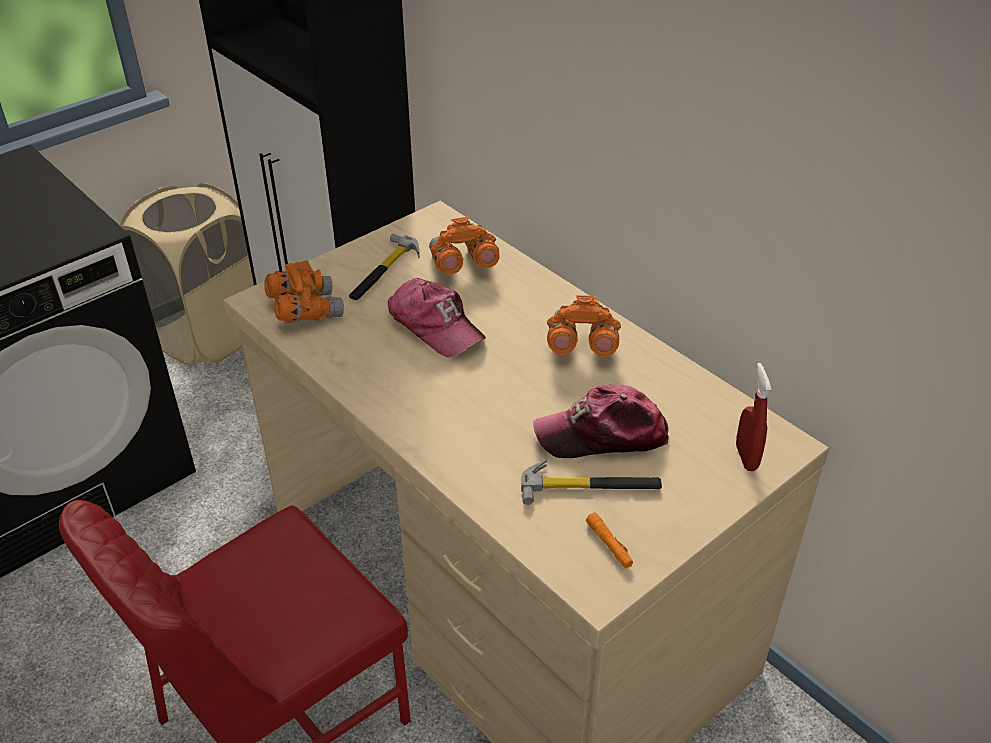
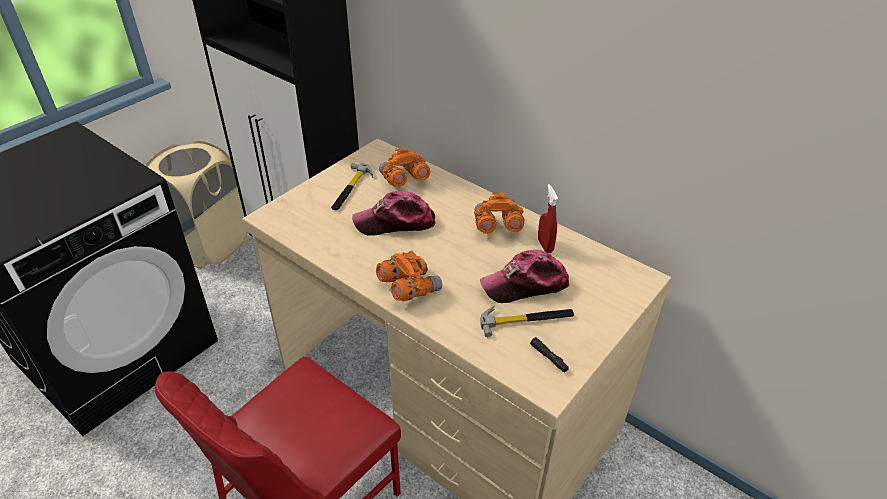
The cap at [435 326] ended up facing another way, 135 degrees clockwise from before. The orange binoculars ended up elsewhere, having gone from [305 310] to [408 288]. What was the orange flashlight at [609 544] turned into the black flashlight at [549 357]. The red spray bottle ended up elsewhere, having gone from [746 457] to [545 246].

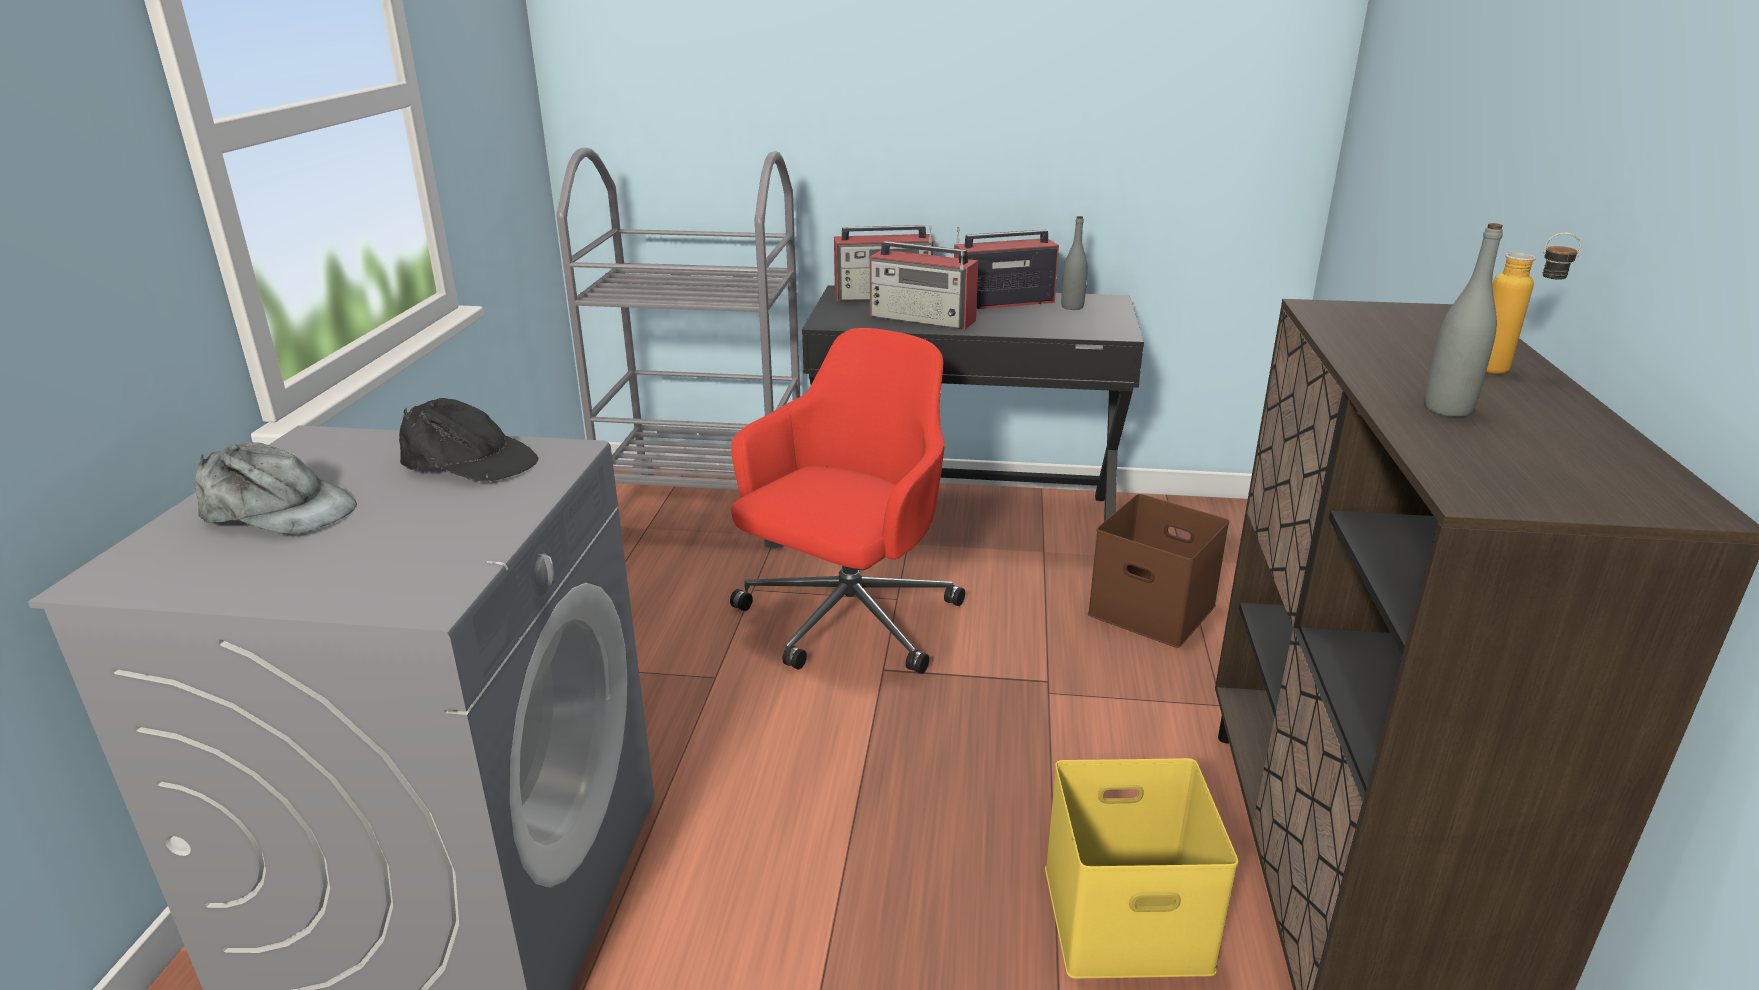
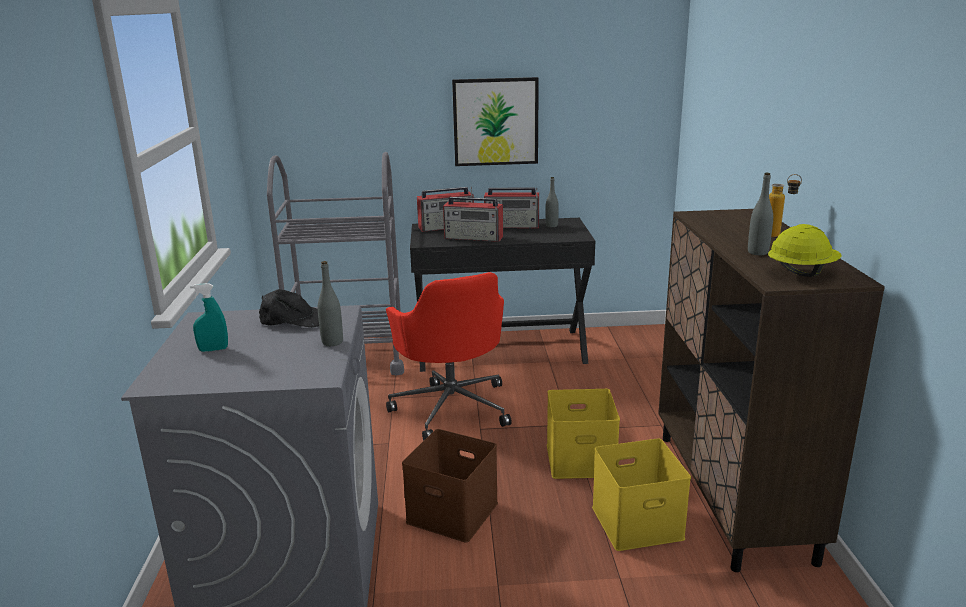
Where the grey cap stood at [277 510], the turquoise spray bottle came to stand at [213 349]. The second view gained the grey bottle at [332 342]. The red office chair at [847 620] ended up facing another way, 135 degrees clockwise from before. The brown storage box ended up elsewhere, having gone from [1149 610] to [450 513]. The second view gained the picture at [495 121]. The radio at [1001 302] ended up facing another way, 150 degrees counterclockwise from before. The second view gained the yellow storage box at [579 460]. The second view gained the yellow hard hat at [801 273].

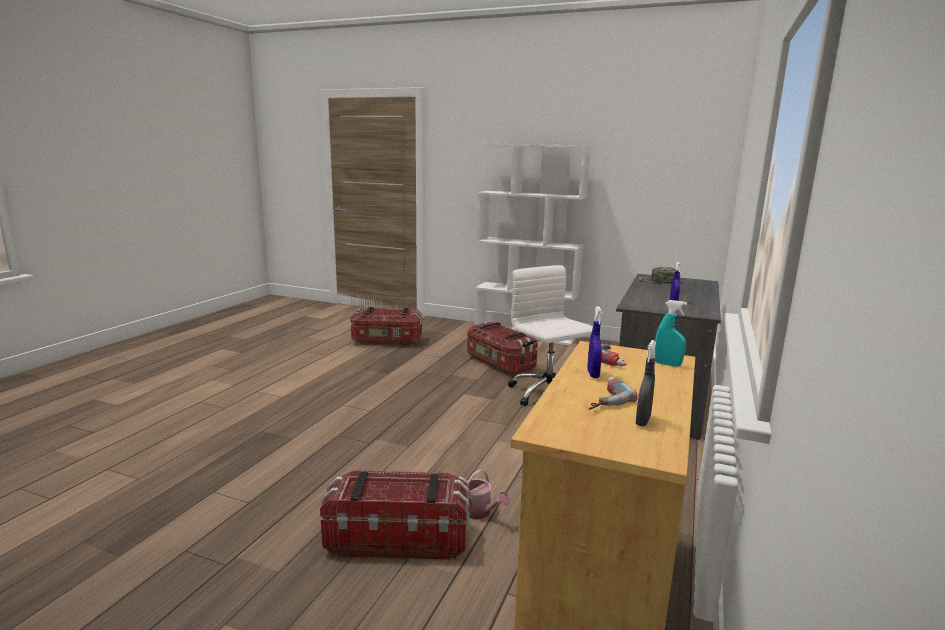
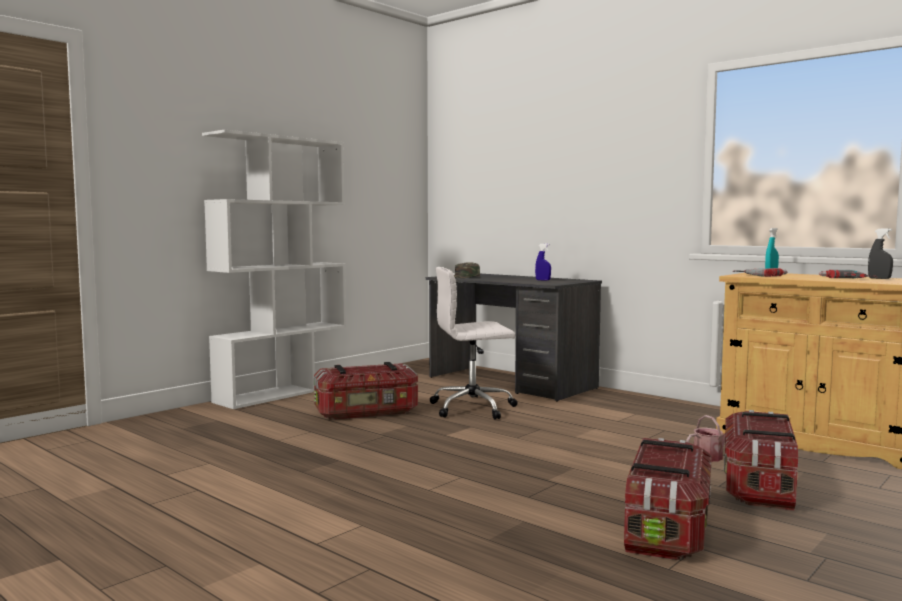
The storage box ended up elsewhere, having gone from [387 341] to [667 528]. The second view lost the blue spray bottle at [593 374].

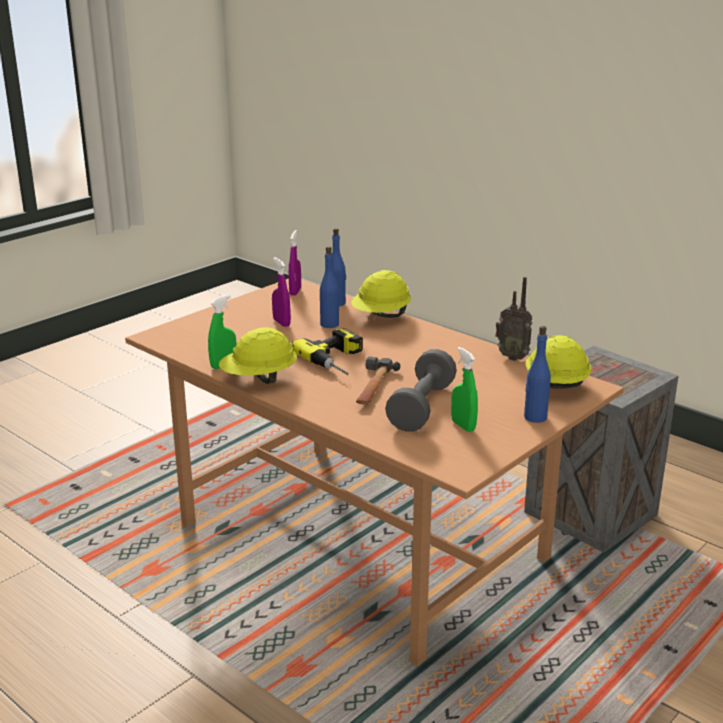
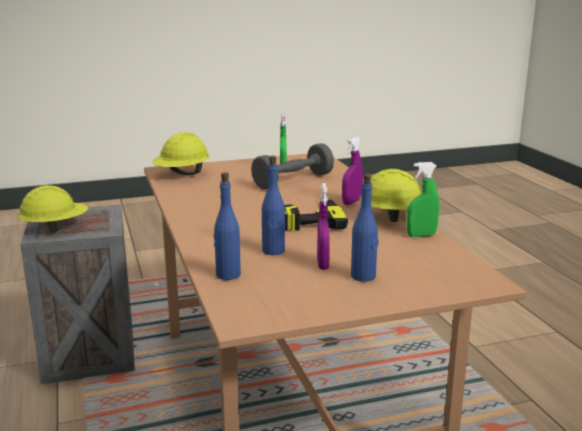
The yellow hard hat ended up elsewhere, having gone from [381 317] to [55 228]. The purple spray bottle ended up elsewhere, having gone from [295 292] to [352 202]. The blue bottle ended up elsewhere, having gone from [535 417] to [363 276]. The second view lost the hammer at [373 387]. The second view lost the radio at [513 357].

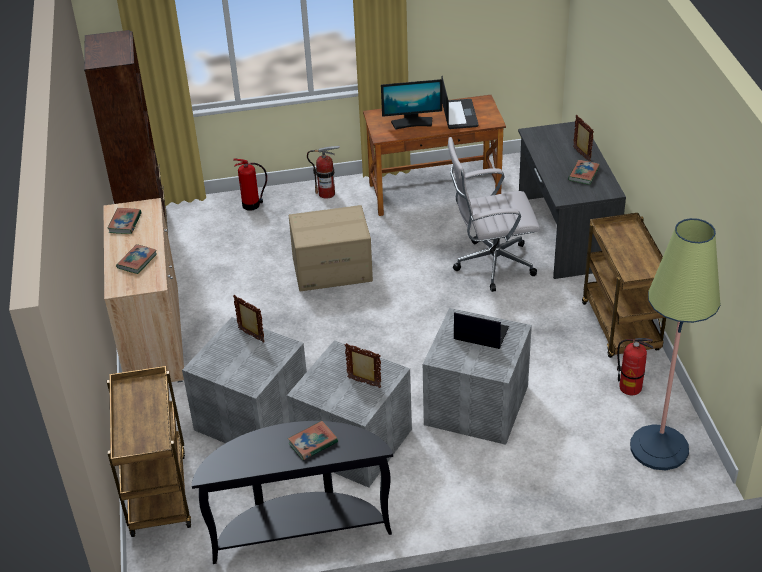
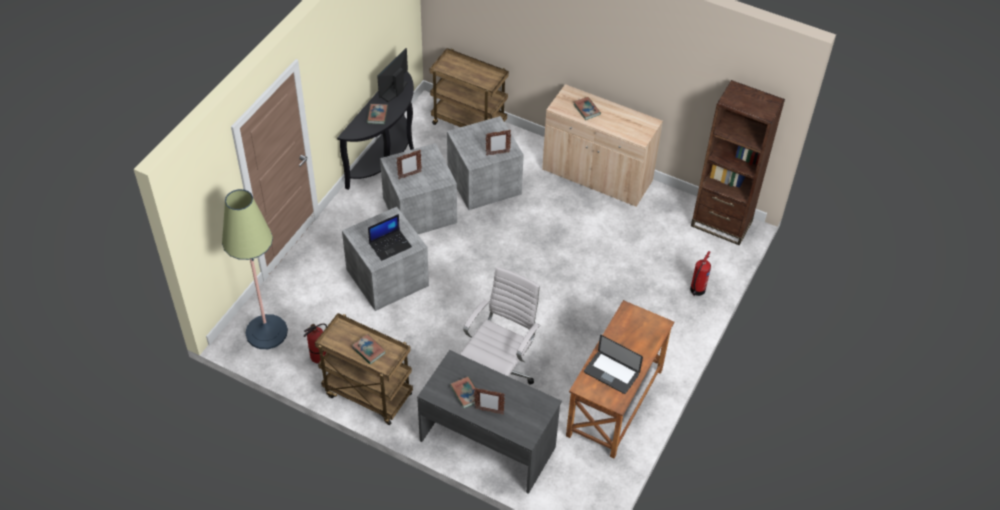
The book ended up elsewhere, having gone from [125 223] to [368 350]. The monitor ended up elsewhere, having gone from [412 122] to [394 91]. The second view lost the cardboard box at [332 269]. The second view lost the fire extinguisher at [326 193].

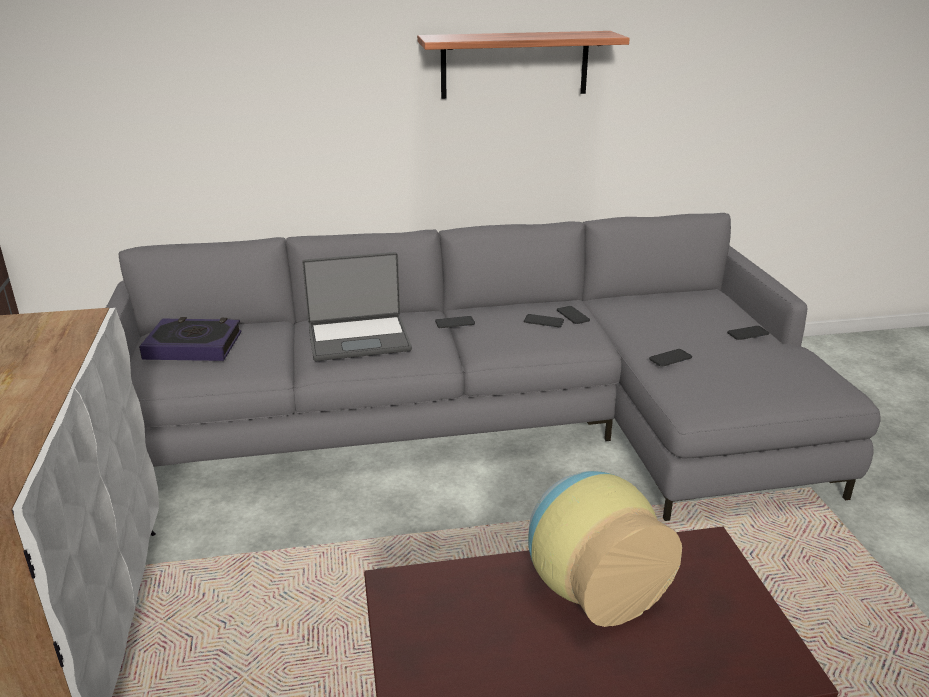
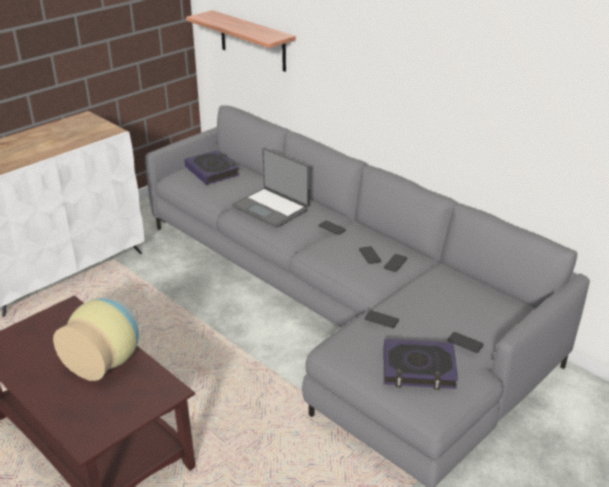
The shelf ended up elsewhere, having gone from [514 64] to [252 41]. The second view gained the book at [418 369].

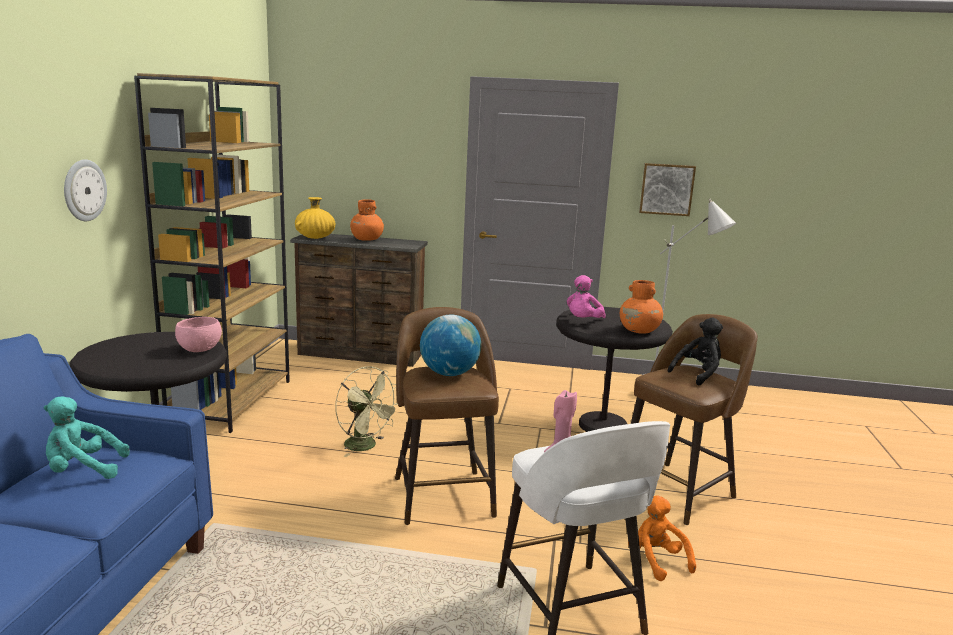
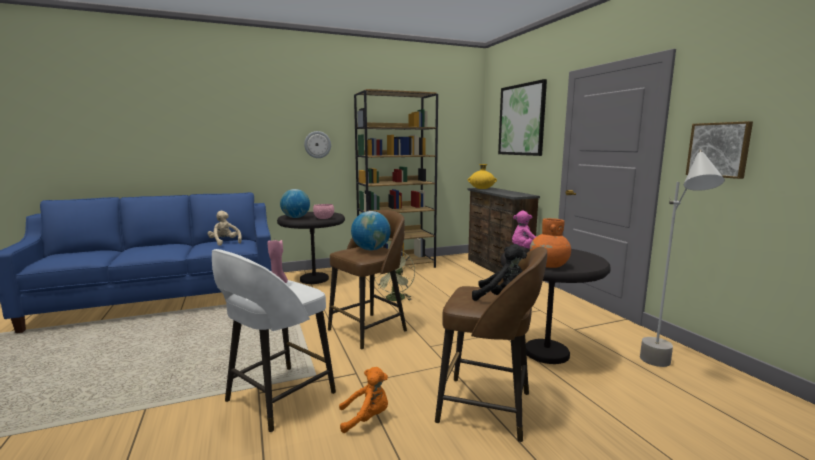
What was the turquoise plush toy at [82 470] turned into the beige plush toy at [225 242]. The second view gained the globe at [295 217]. The orange plush toy at [656 561] ended up facing another way, 45 degrees clockwise from before. The second view gained the picture at [521 120]. The second view lost the orange vase at [367 239].

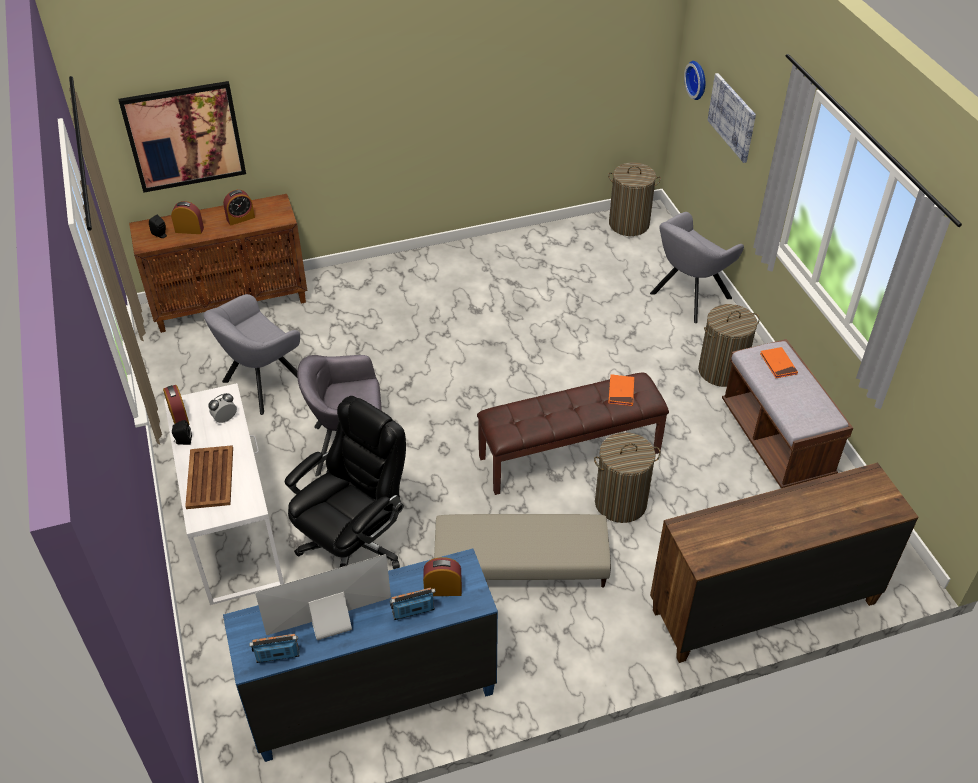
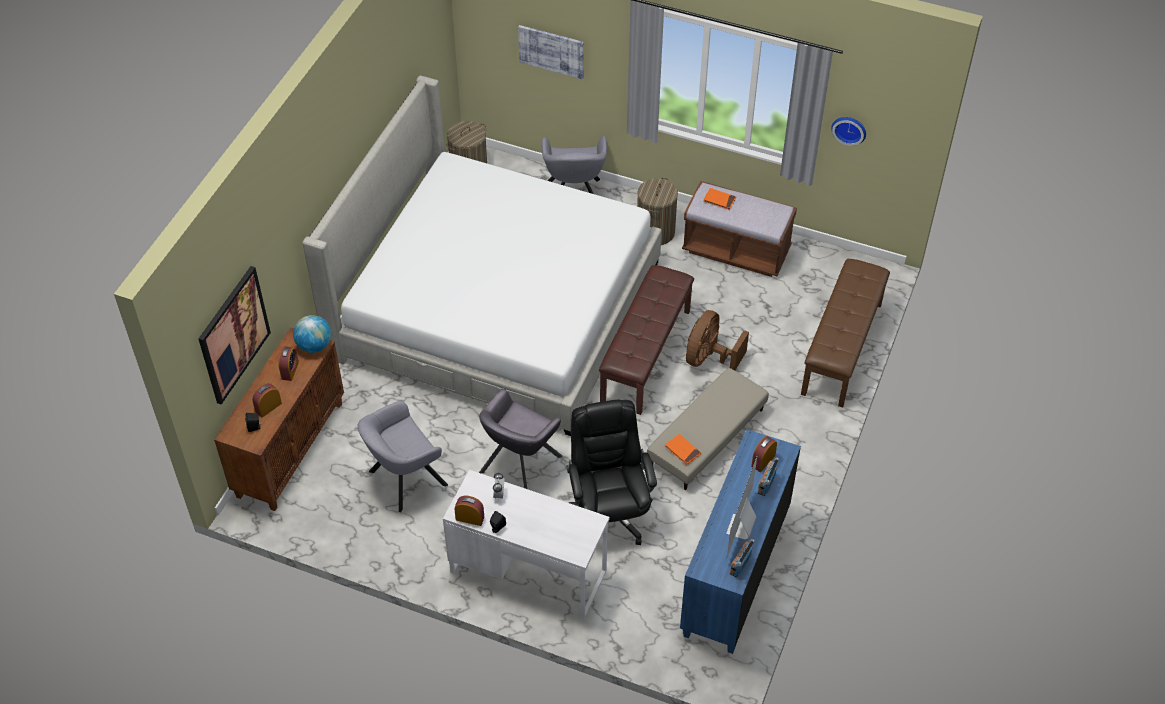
The second view gained the globe at [314 346]. The second view gained the bed at [496 309]. The grey armchair at [261 385] ended up facing another way, 60 degrees clockwise from before. The orange book ended up elsewhere, having gone from [621 391] to [682 450]. Where the laundry basket stood at [620 503], the brown fan came to stand at [709 358]. Where the brown dresser stood at [762 606], the brown bench came to stand at [842 349]. The wall clock ended up elsewhere, having gone from [698 79] to [849 129]. The second view lost the brown tray at [210 478].

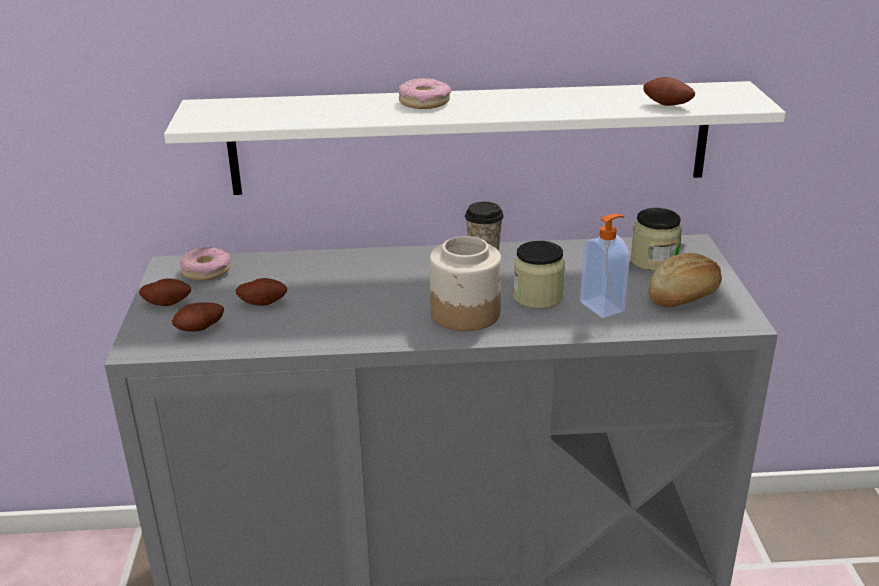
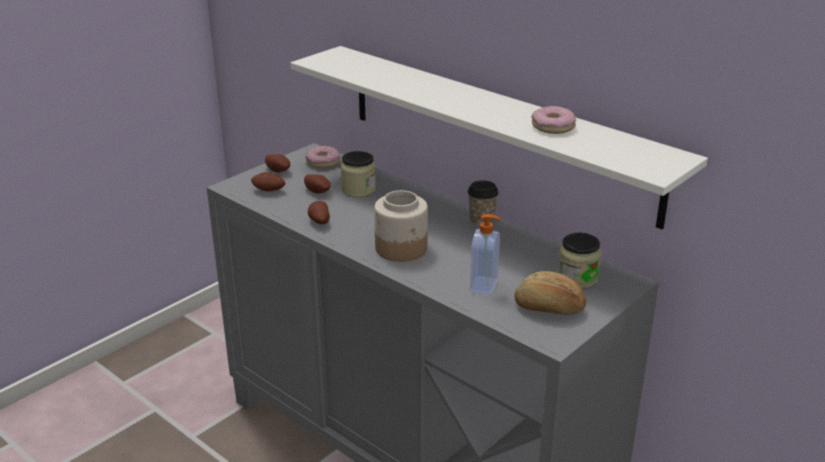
The potato ended up elsewhere, having gone from [666 106] to [319 221]. The jar ended up elsewhere, having gone from [537 297] to [358 190]. The donut ended up elsewhere, having gone from [424 102] to [553 127].

